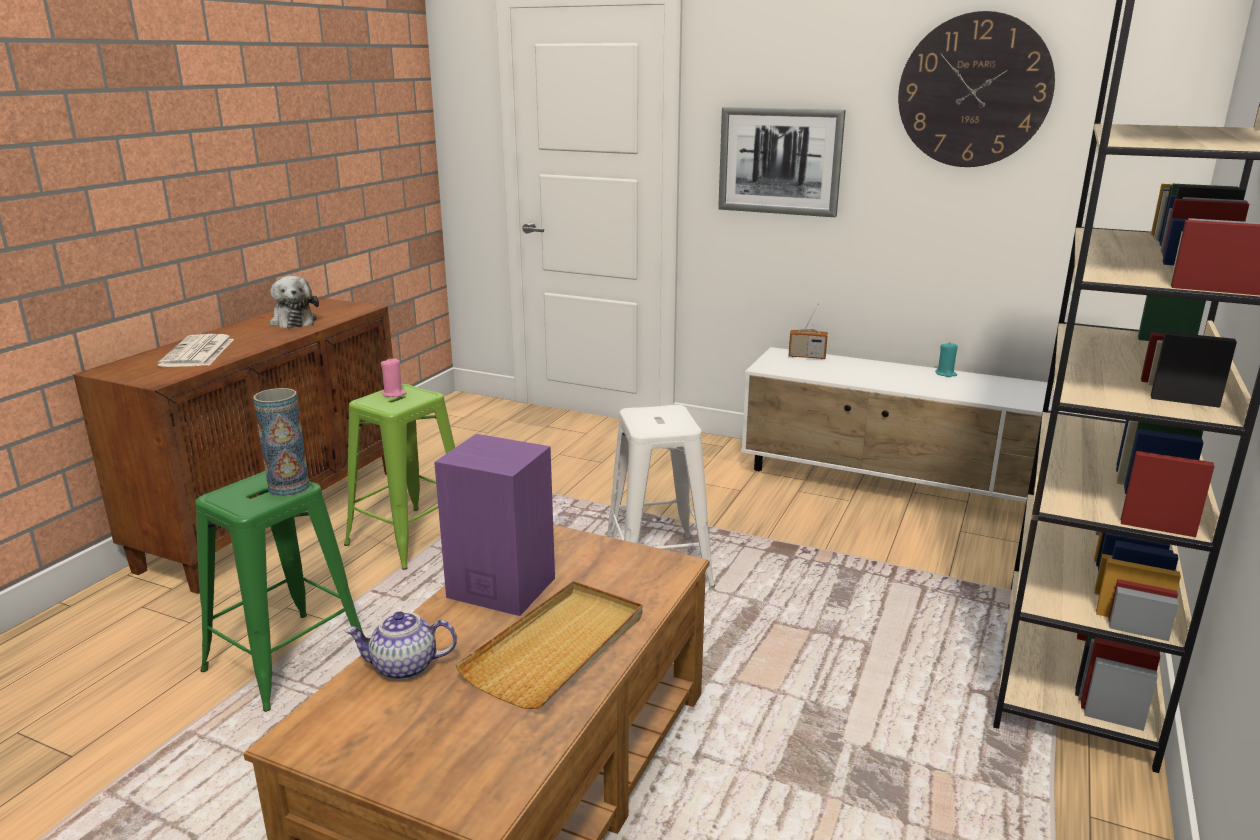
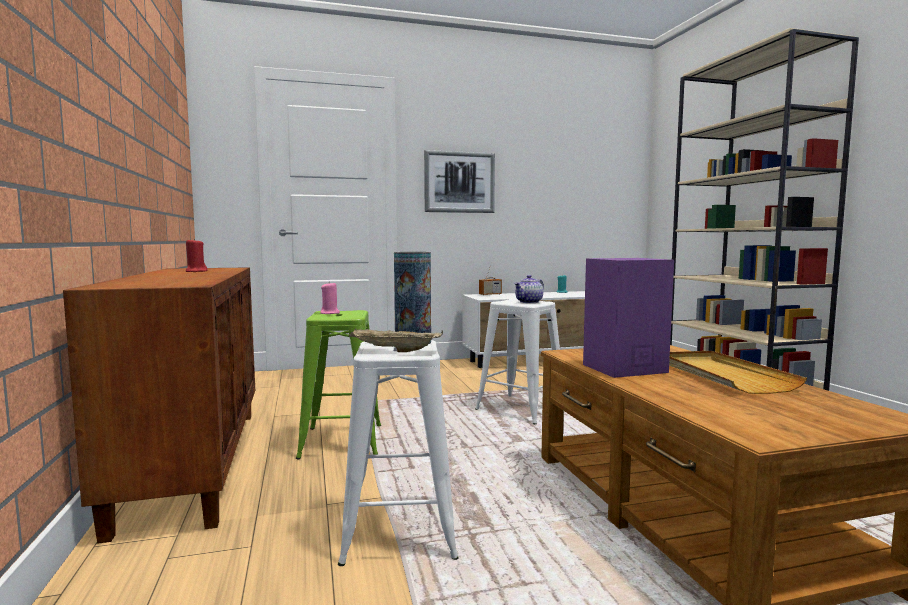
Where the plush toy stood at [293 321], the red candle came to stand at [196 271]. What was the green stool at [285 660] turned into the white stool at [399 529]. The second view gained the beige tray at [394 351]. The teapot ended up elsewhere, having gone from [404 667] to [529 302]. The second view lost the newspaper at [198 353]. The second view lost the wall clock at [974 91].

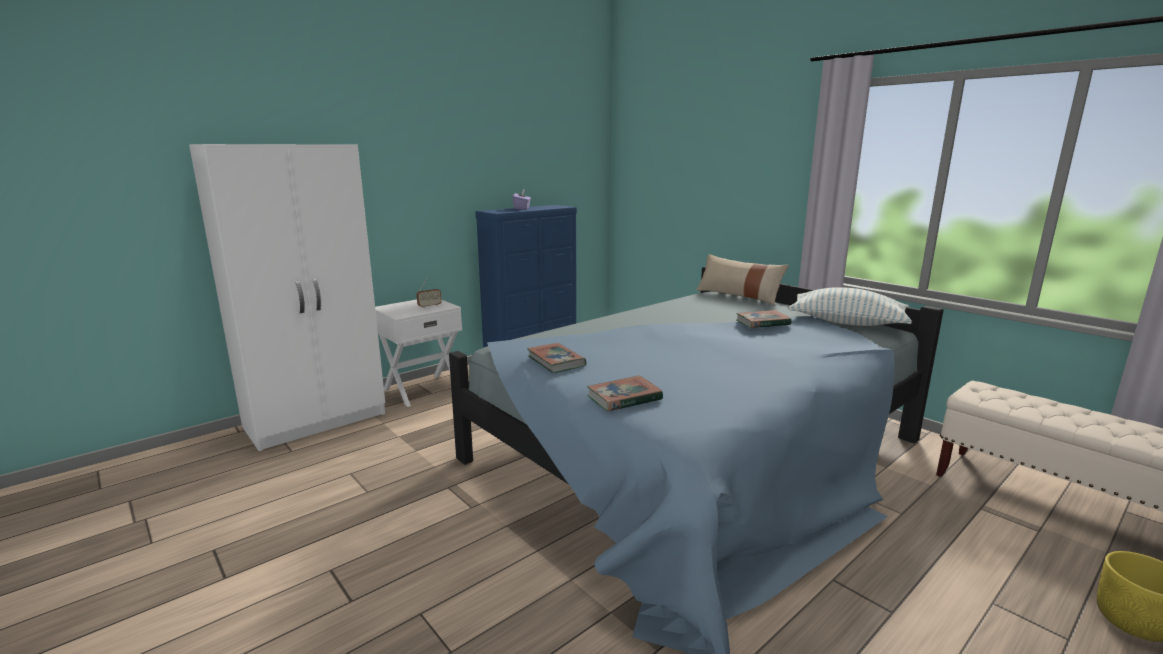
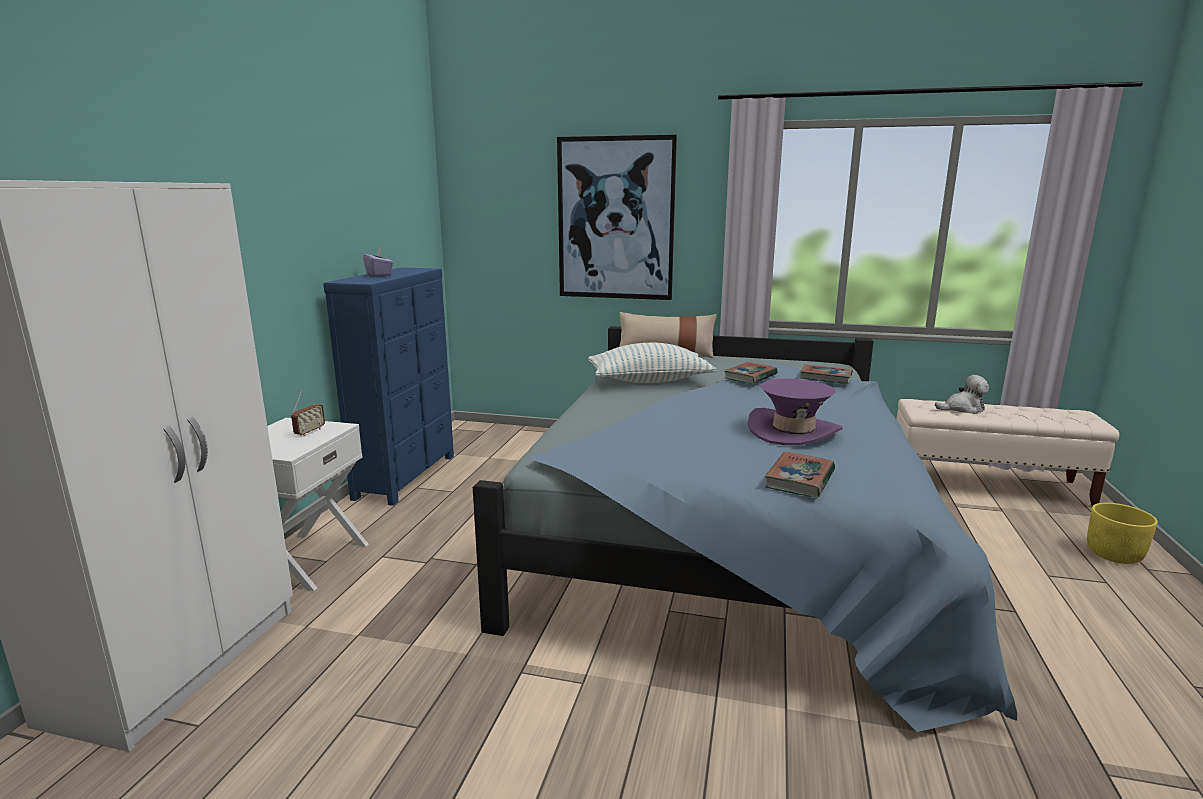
The second view gained the picture at [615 219]. The pillow ended up elsewhere, having gone from [847 323] to [649 381]. The second view gained the purple hat at [793 431]. The book ended up elsewhere, having gone from [556 361] to [825 378]. The second view gained the plush toy at [962 409].

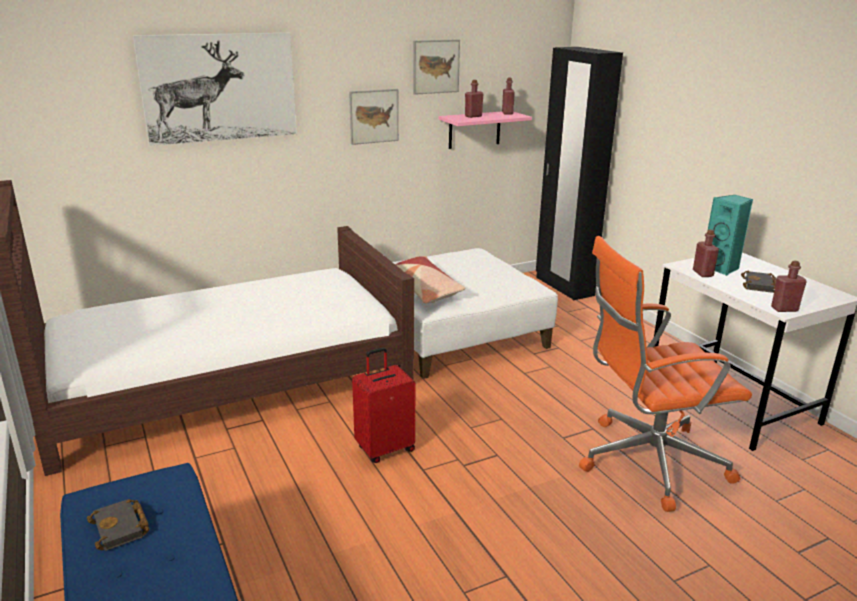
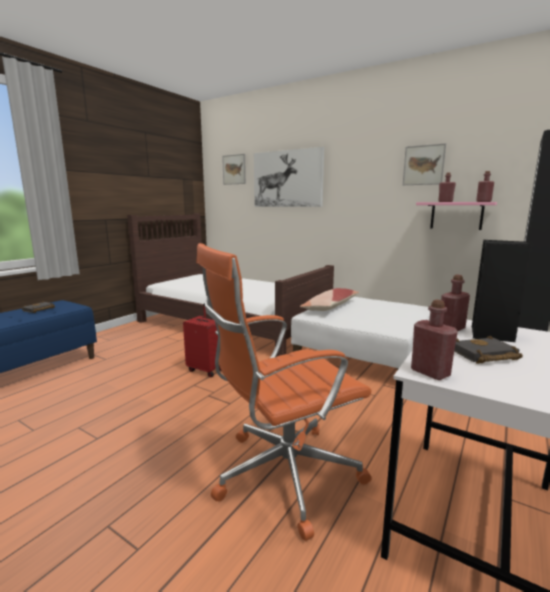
The orange office chair at [647 461] ended up facing another way, 75 degrees counterclockwise from before. The picture ended up elsewhere, having gone from [374 116] to [234 169]. What was the turquoise speaker at [722 268] turned into the black speaker at [491 335].

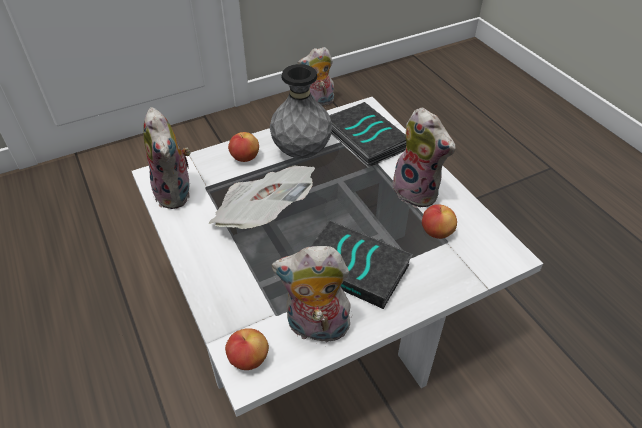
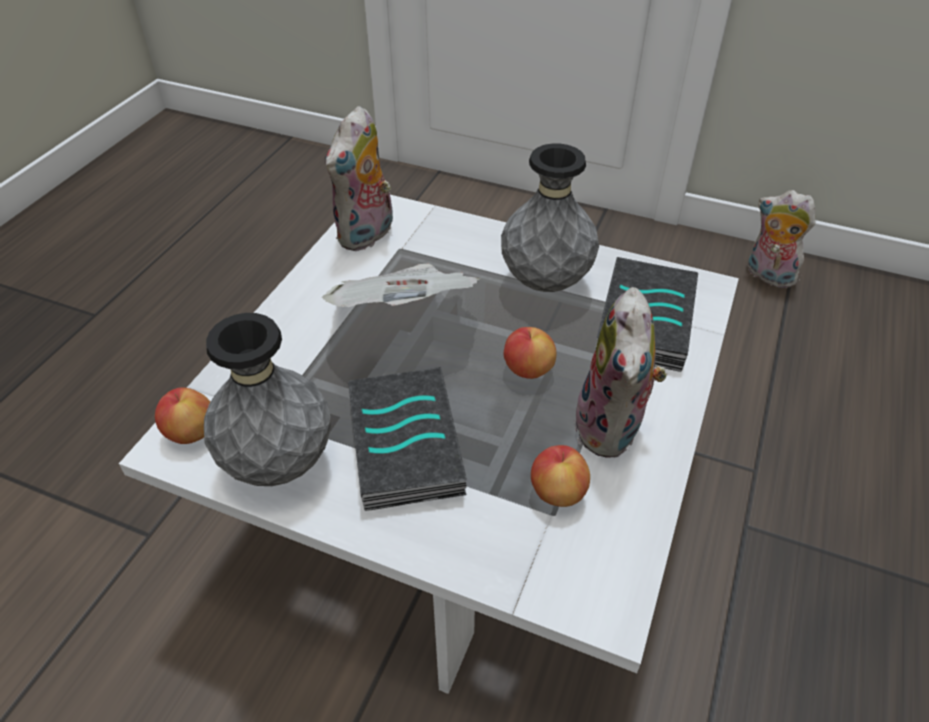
Where the plush toy stood at [316 328], the grey vase came to stand at [279 463]. The apple ended up elsewhere, having gone from [245 158] to [527 369].

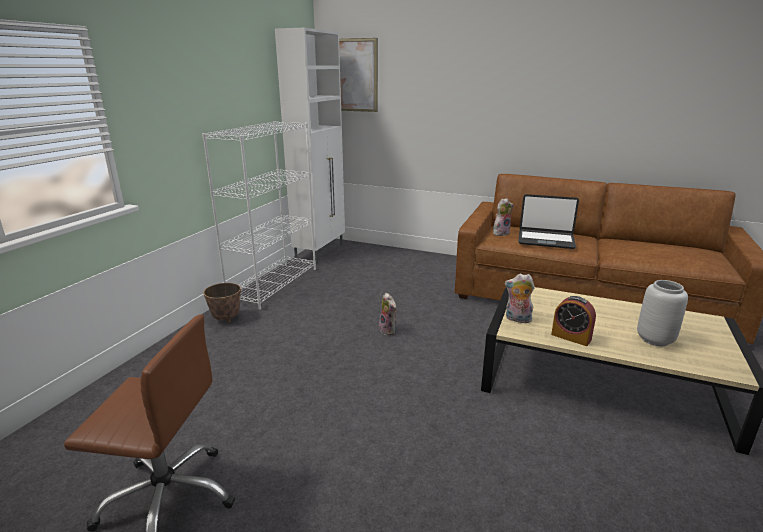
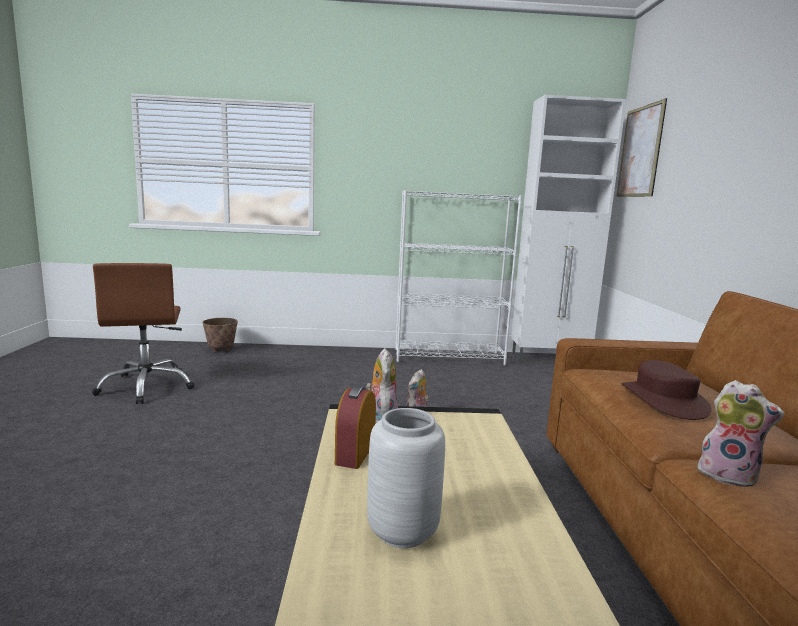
The planter ended up elsewhere, having gone from [226 319] to [221 350]. Where the laptop stood at [546 240], the brown hat came to stand at [663 400]. The plush toy ended up elsewhere, having gone from [501 233] to [728 475].

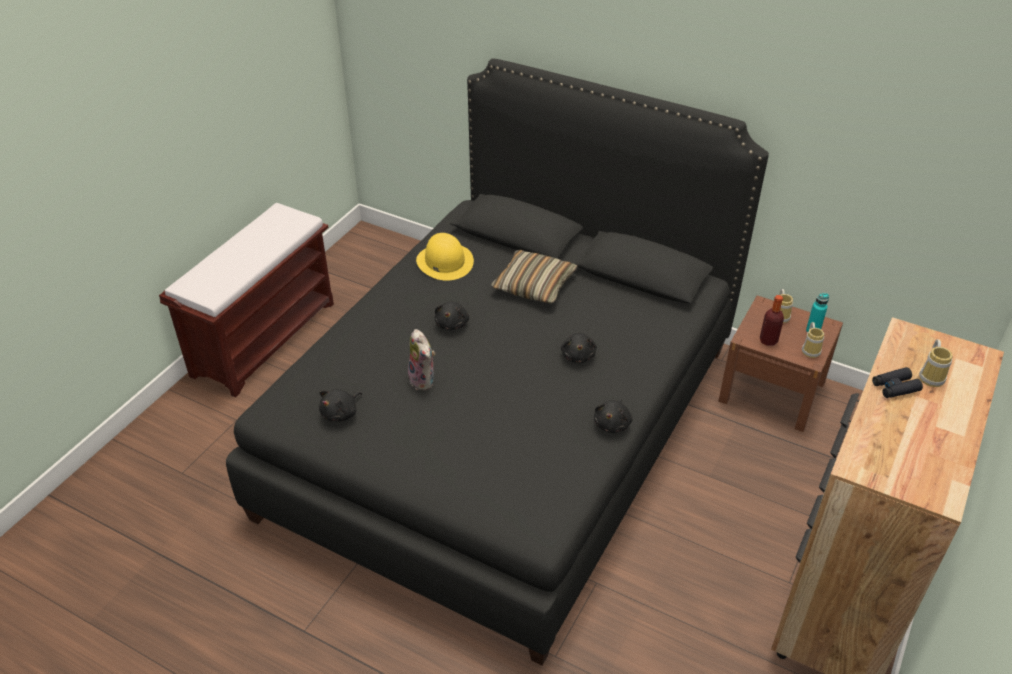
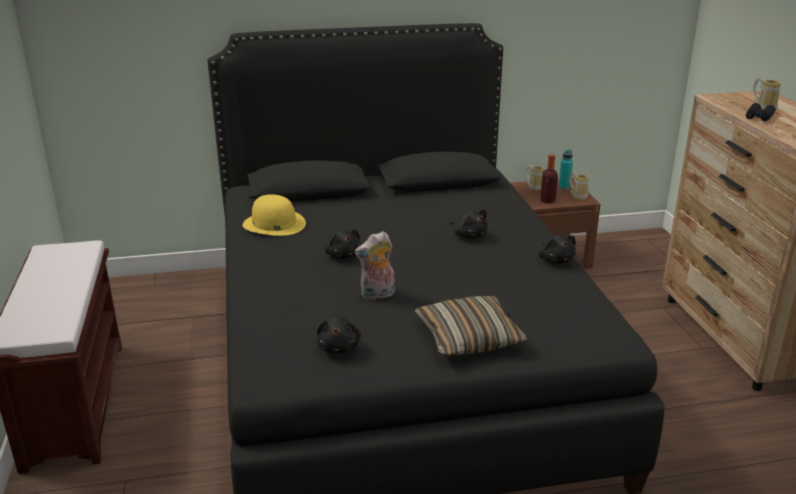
The plush toy at [424 380] ended up facing another way, 135 degrees clockwise from before. The pillow ended up elsewhere, having gone from [534 285] to [468 337].

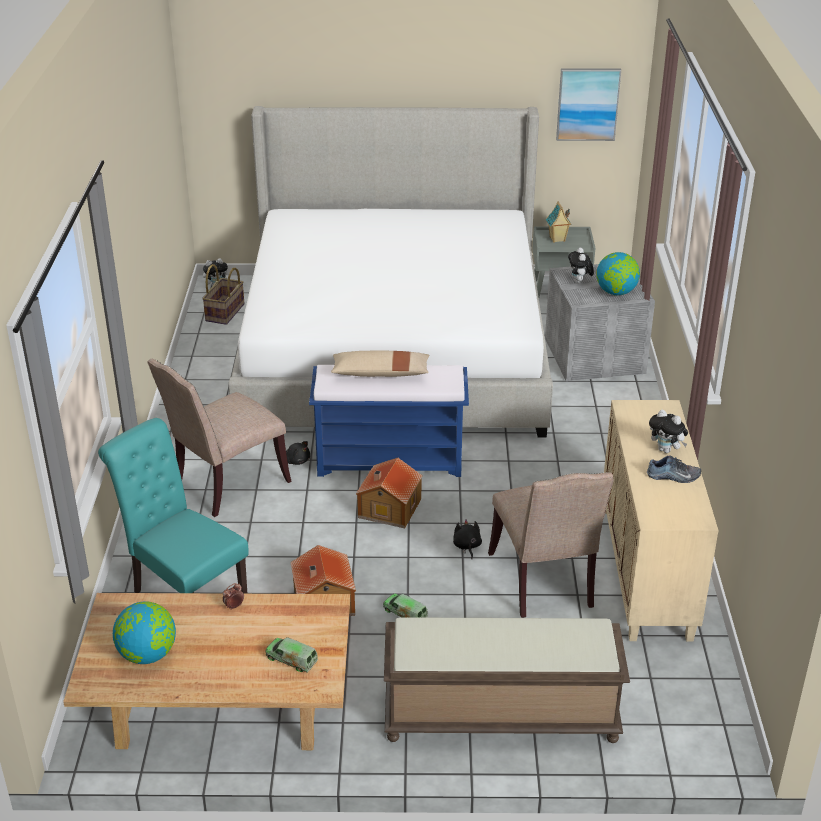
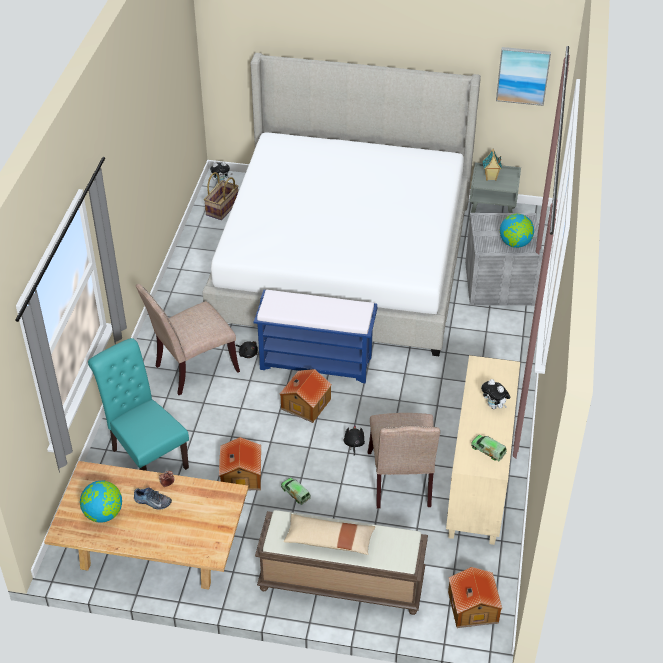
The shoe ended up elsewhere, having gone from [673 477] to [152 502]. The beige pillow ended up elsewhere, having gone from [380 373] to [329 540]. The second view gained the toy house at [472 608]. The toy truck ended up elsewhere, having gone from [291 660] to [488 451]. The second view lost the plush toy at [579 282].

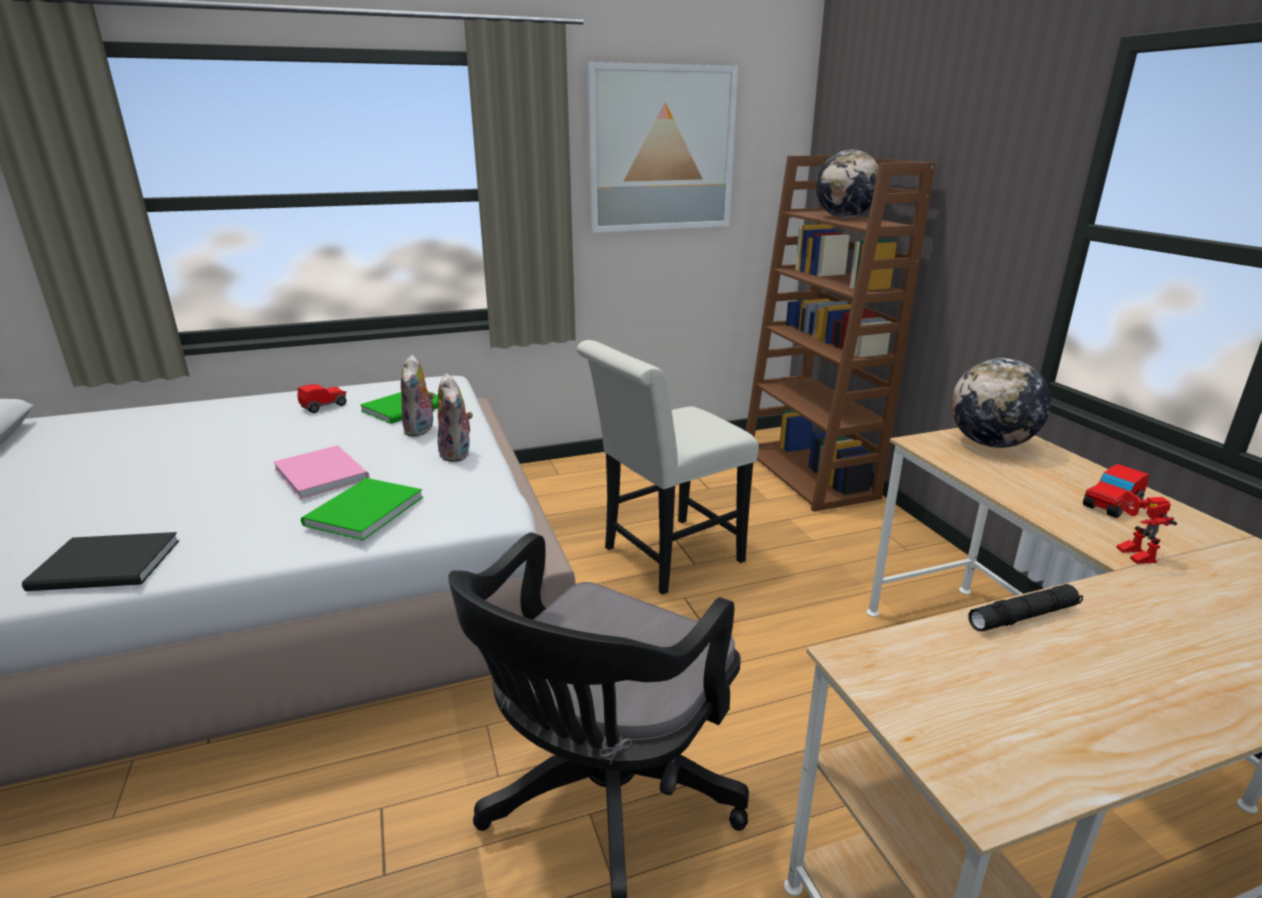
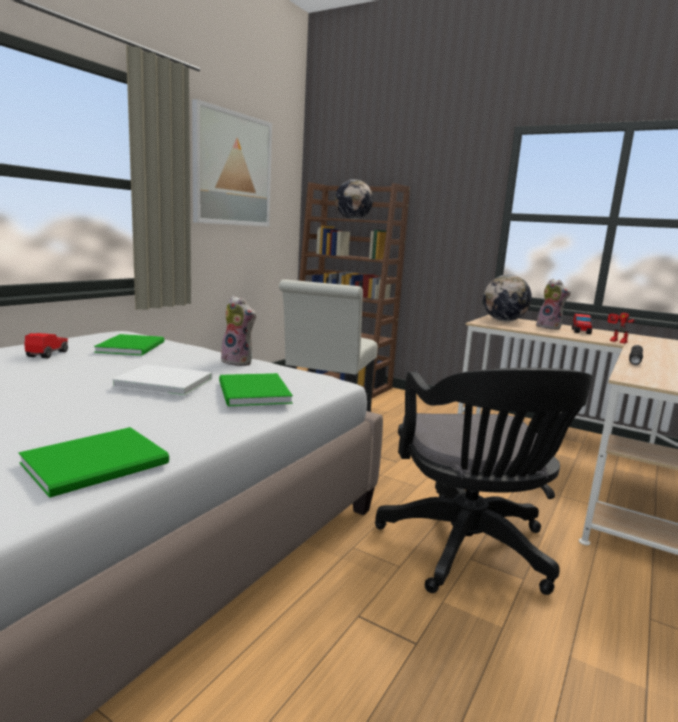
What was the black book at [108 566] turned into the green book at [100 463]. What was the pink book at [323 472] turned into the white book at [163 382]. The plush toy ended up elsewhere, having gone from [421 430] to [549 327].

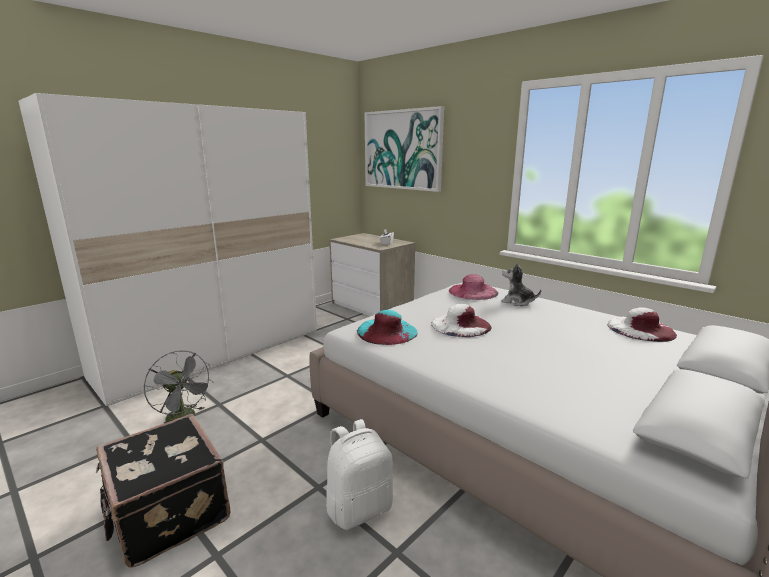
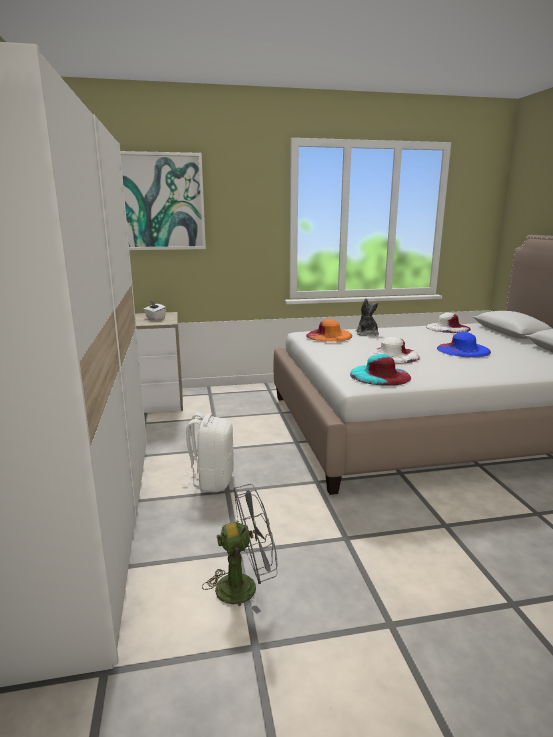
The white backpack ended up elsewhere, having gone from [359 508] to [212 481]. What was the pink hat at [473 291] turned into the orange hat at [329 335]. The plush toy at [517 302] ended up facing another way, 105 degrees clockwise from before. The second view gained the blue hat at [463 350]. The second view lost the black suitcase at [167 513].

